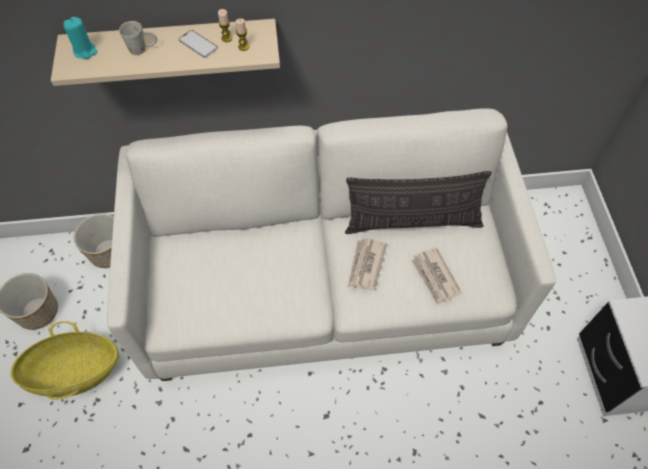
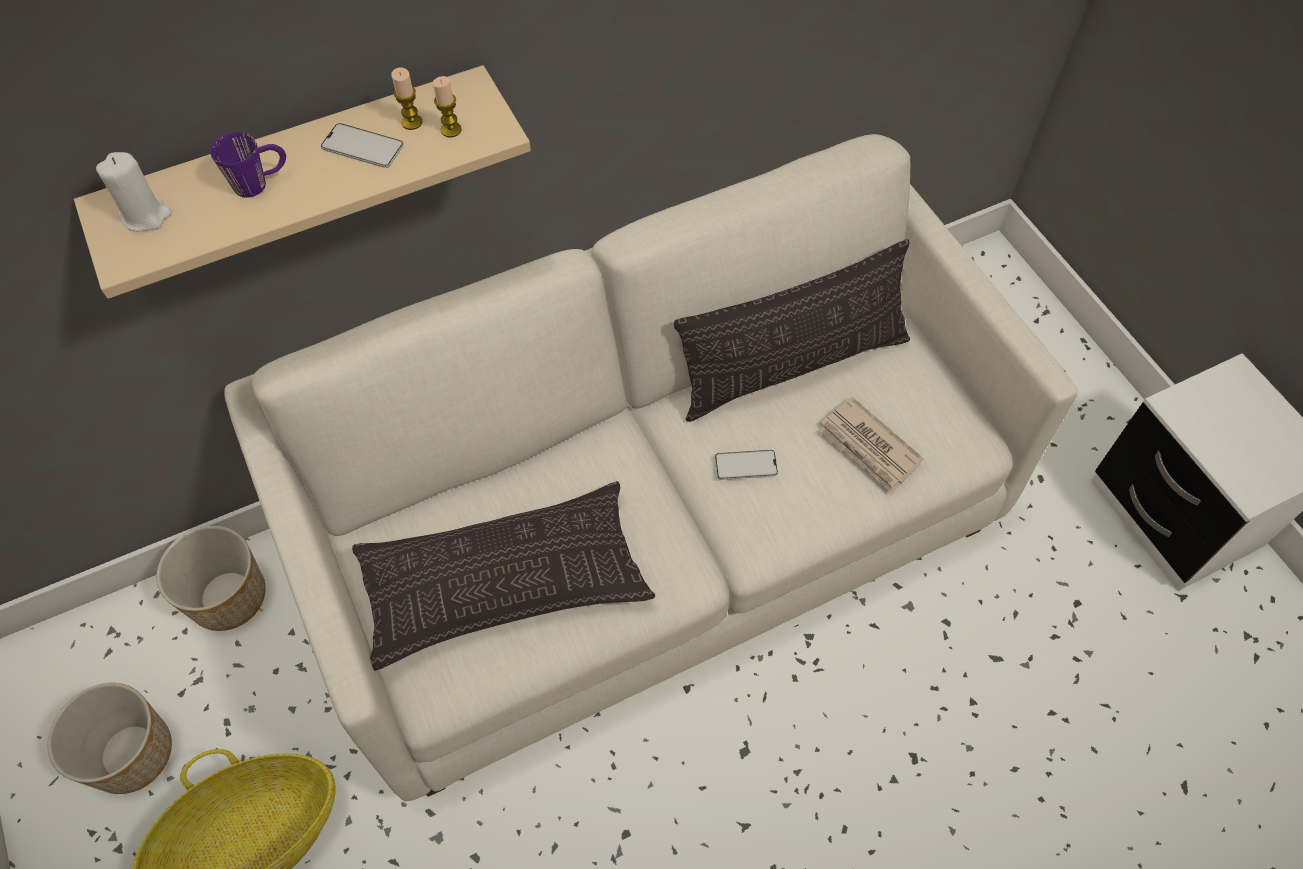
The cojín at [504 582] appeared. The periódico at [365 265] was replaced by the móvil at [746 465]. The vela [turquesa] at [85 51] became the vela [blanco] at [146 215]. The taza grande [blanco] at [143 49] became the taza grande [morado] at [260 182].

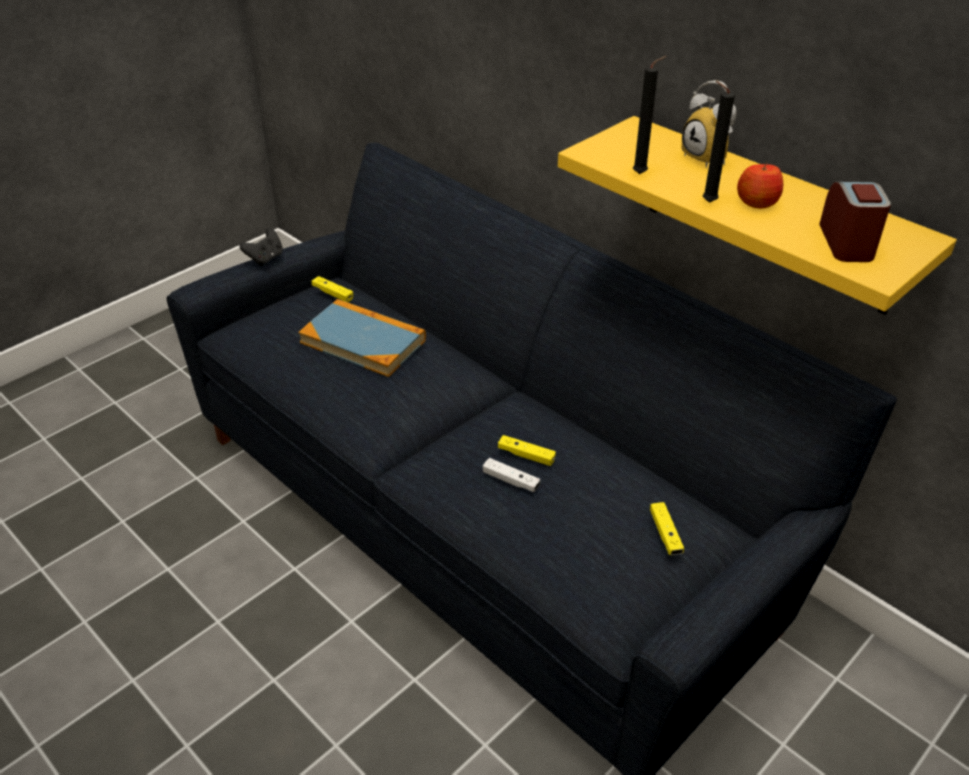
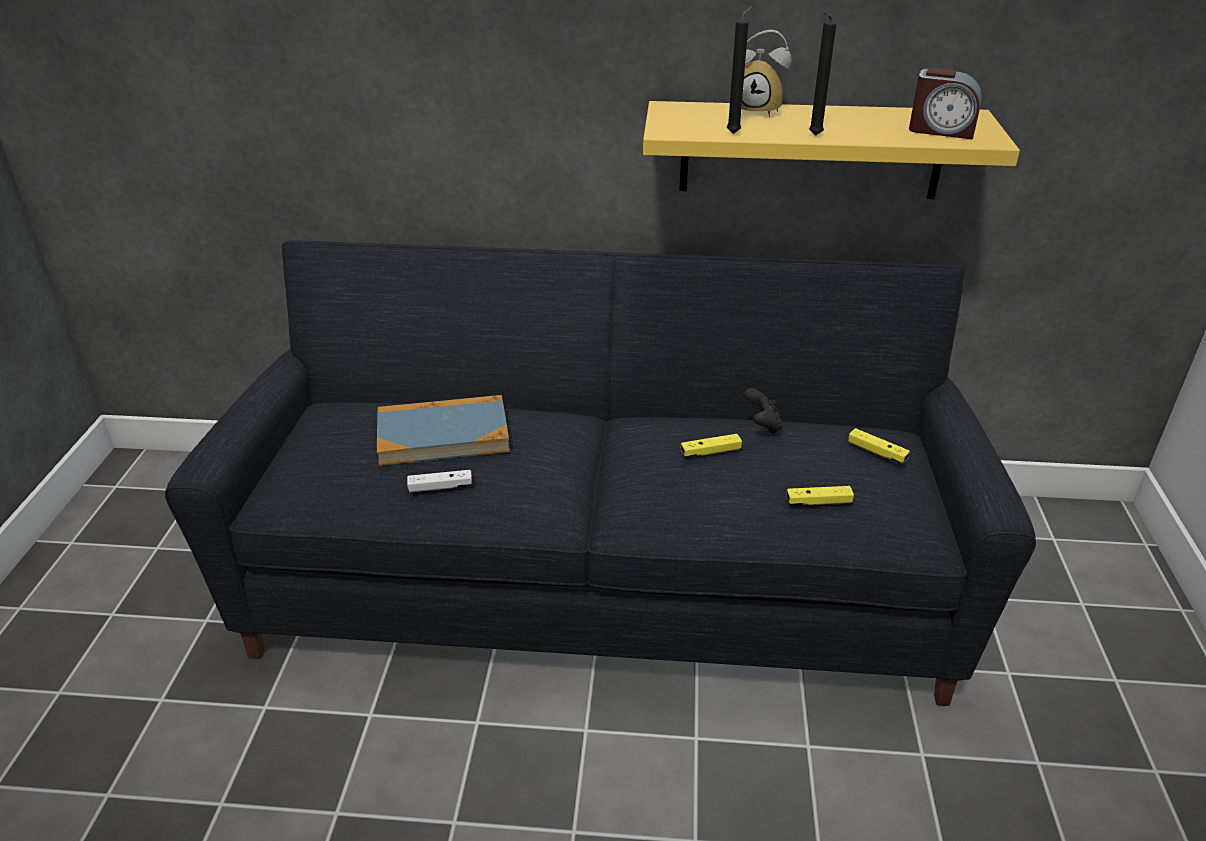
The manzana at [757 202] disappeared. The mando de consola [negro] moved from [265 258] to [762 425]. The mando de consola [amarillo] moved from [333 294] to [818 502]. The mando de consola [blanco] moved from [511 480] to [440 487]. The despertador at [847 243] turned 150 degrees clockwise.

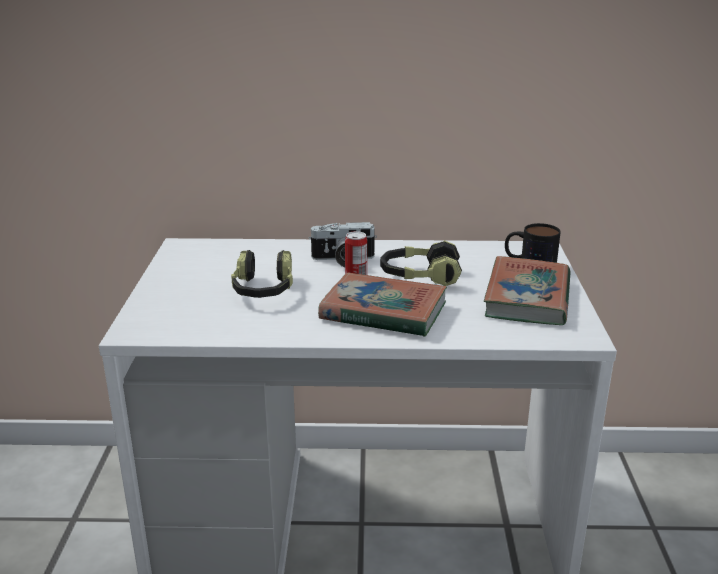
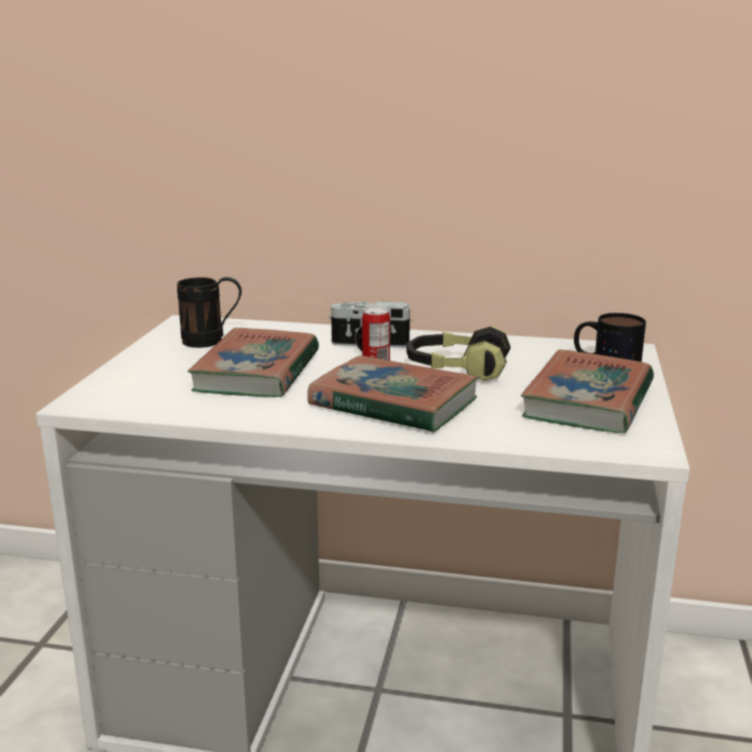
The taza grande [negro] at [212 341] appeared. The auriculares at [263 290] was replaced by the libro at [257 372].

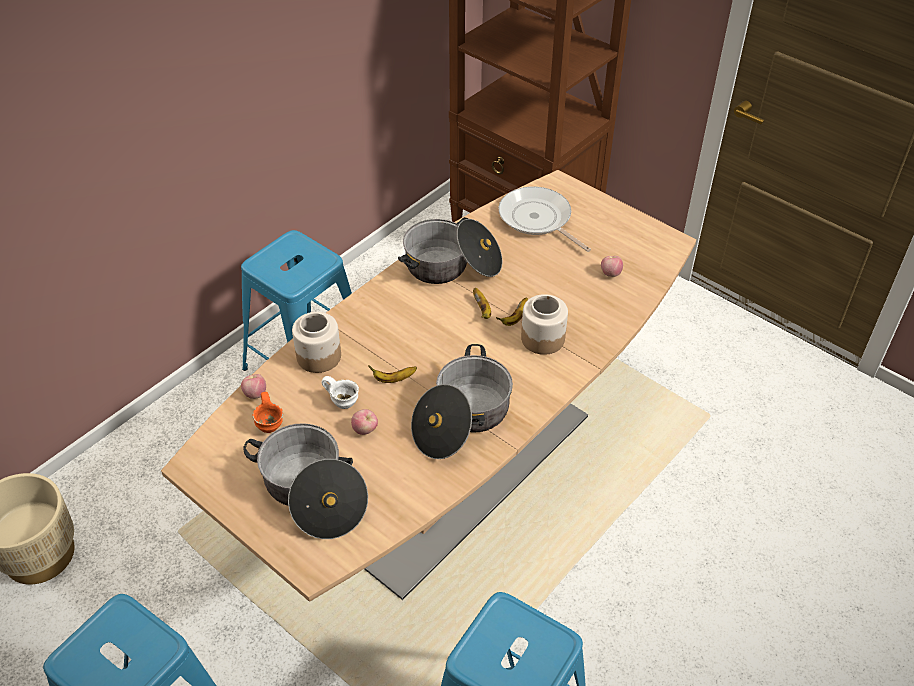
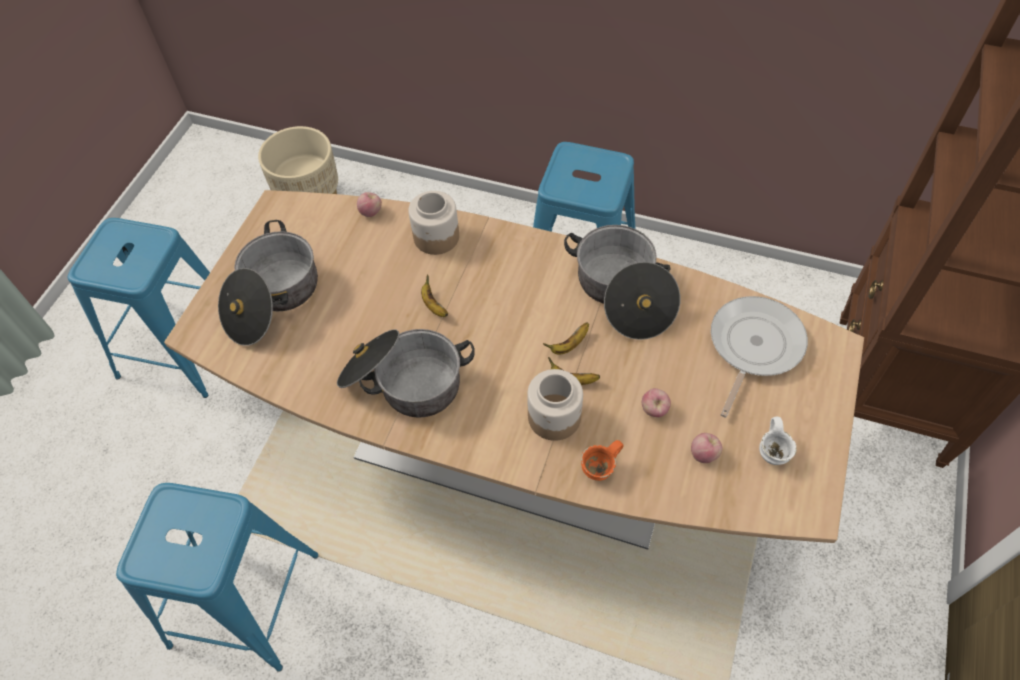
The taza grande [naranja] moved from [271 425] to [601 470]. The taza grande [blanco] moved from [343 401] to [773 452]. The manzana moved from [365 430] to [654 410].

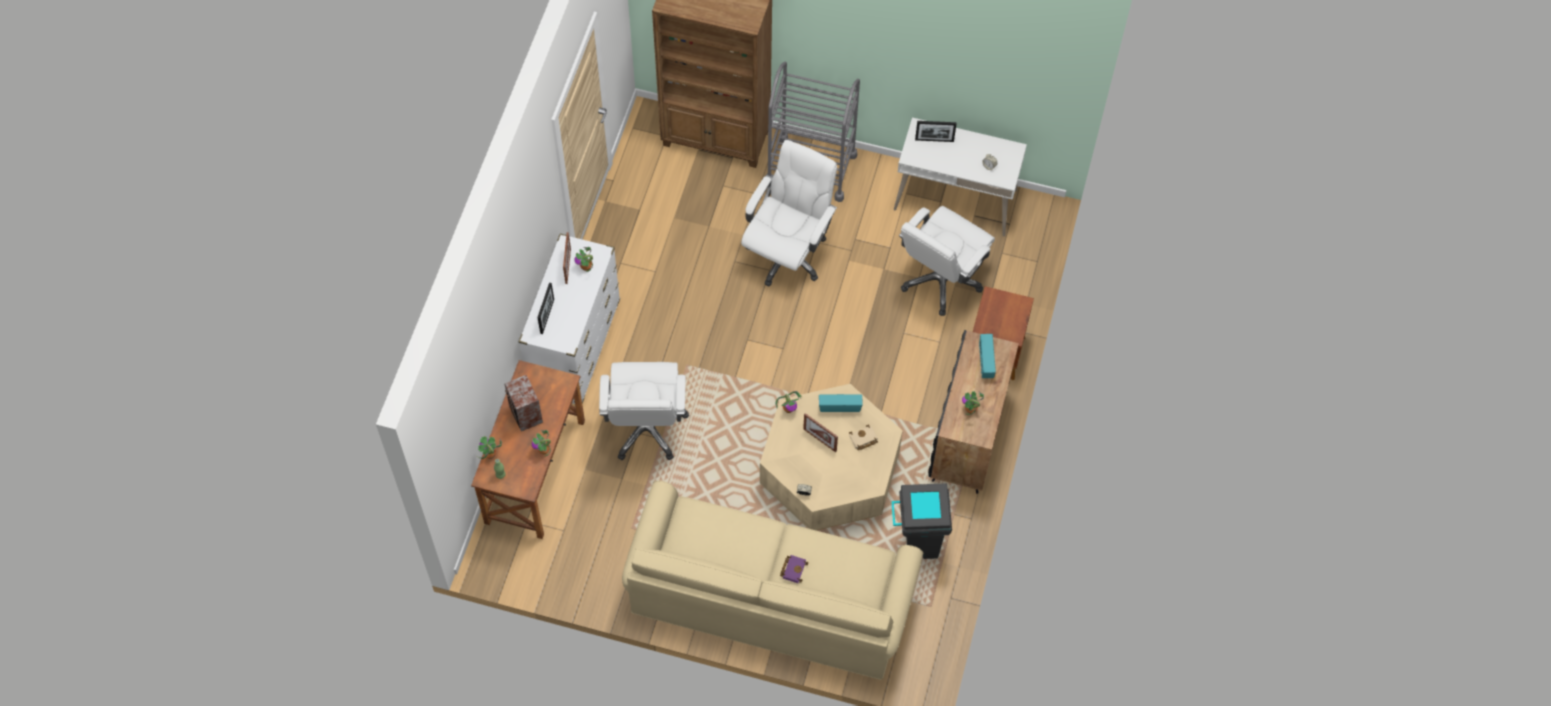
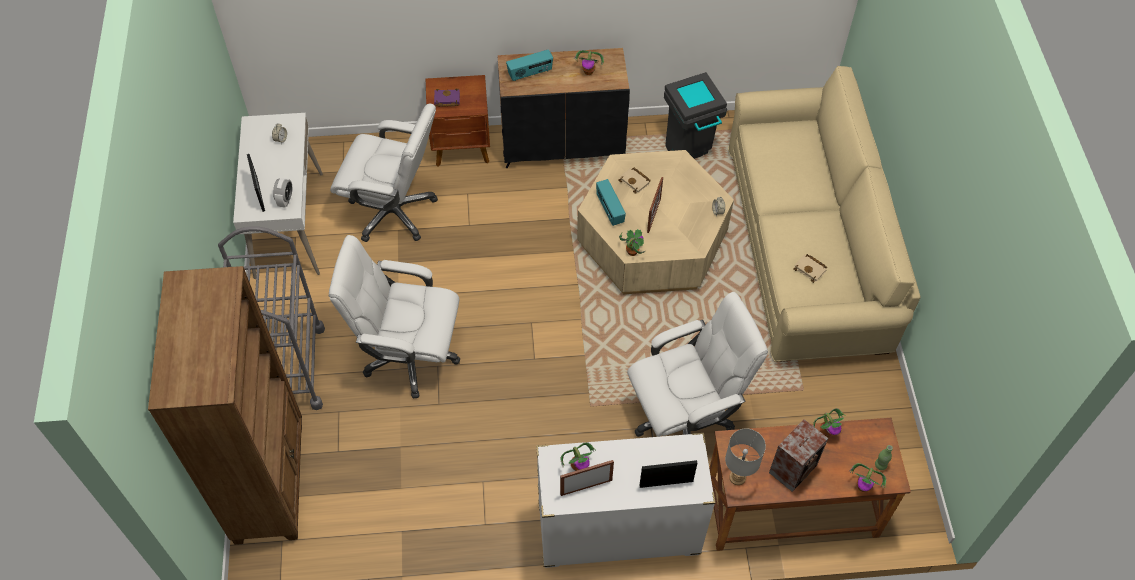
The despertador at [285 200] appeared. The lámpara de mesa [gris] at [737 478] appeared. The libro [beis] at [811 269] appeared. The libro [morado] moved from [793 569] to [446 100].

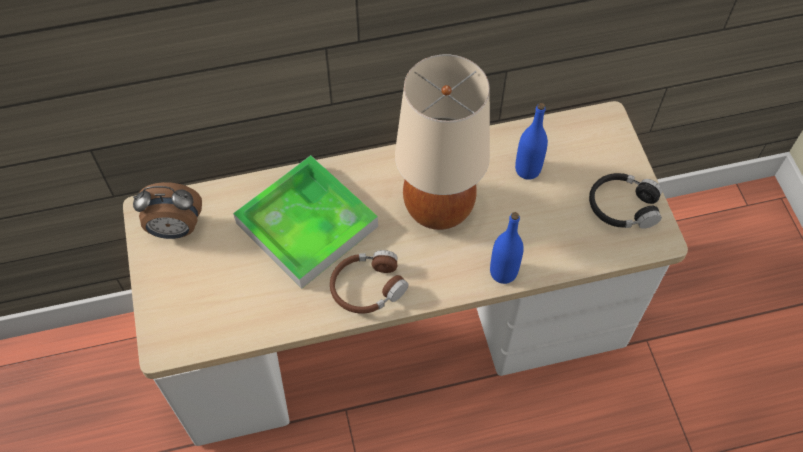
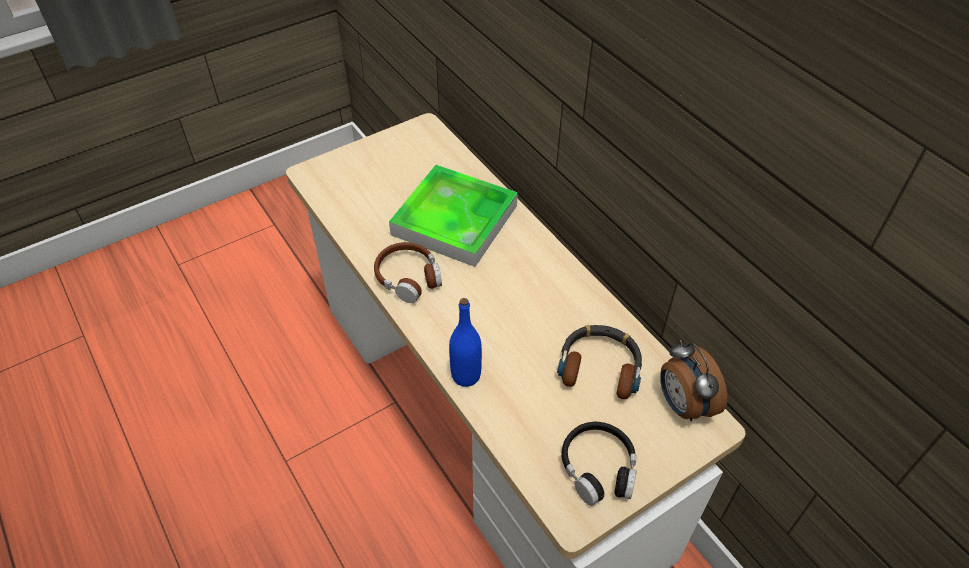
The lámpara de mesa [beis] at [439 209] disappeared. The despertador moved from [175 229] to [683 404]. The botella [azul] at [527 169] was replaced by the auriculares at [600 366].

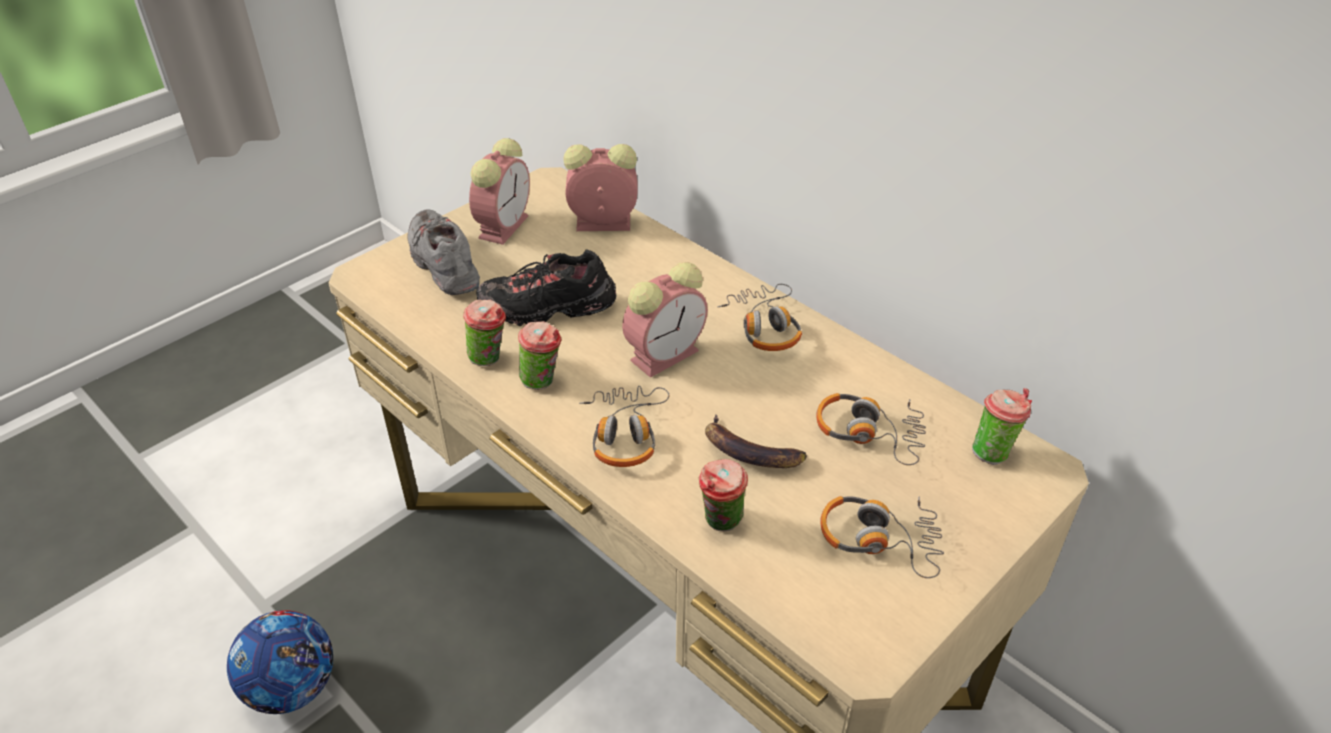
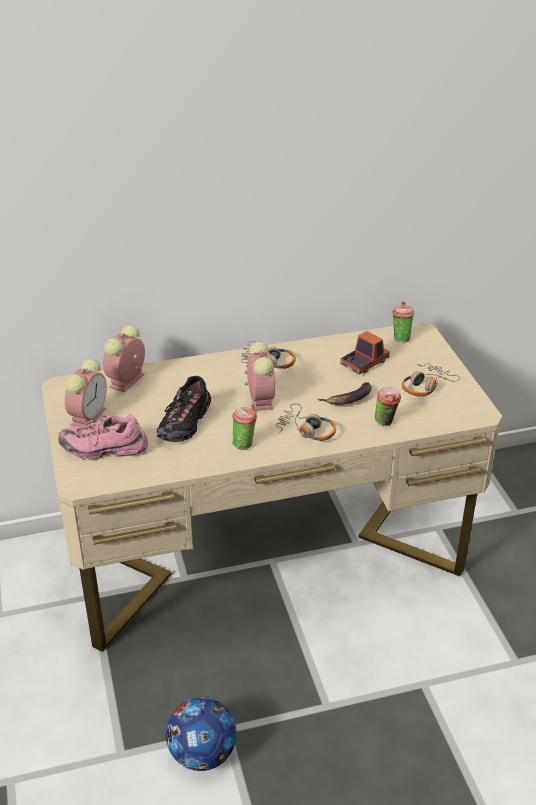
The taza at [490 359] disappeared. The auriculares at [869 433] was replaced by the camión de juguete at [364 363]. The zapato [gris] at [444 265] became the zapato [rosa] at [104 449]. The despertador at [504 225] turned 60 degrees clockwise.

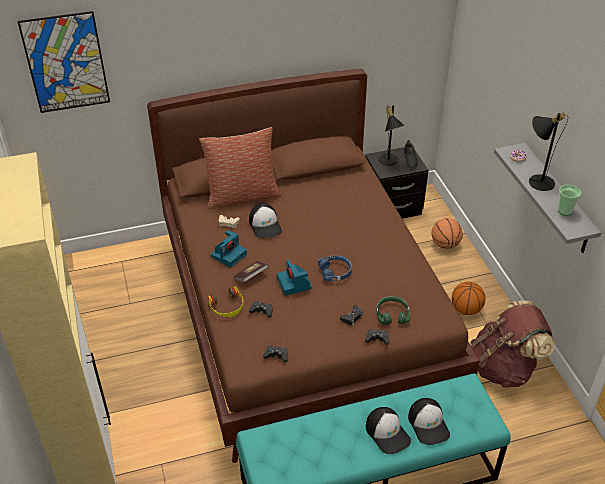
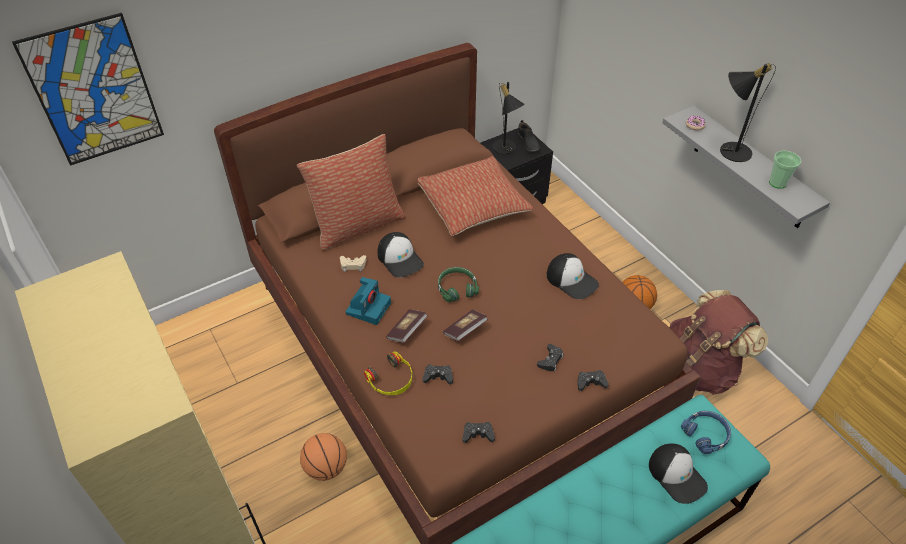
The cojín at [473 205] appeared. The auriculares [azul] moved from [335 271] to [706 434]. The gorra moved from [387 433] to [572 280]. The auriculares [verde] moved from [392 314] to [456 287]. The balón de baloncesto moved from [445 244] to [326 468]. The cámara at [294 284] was replaced by the libro at [465 330].

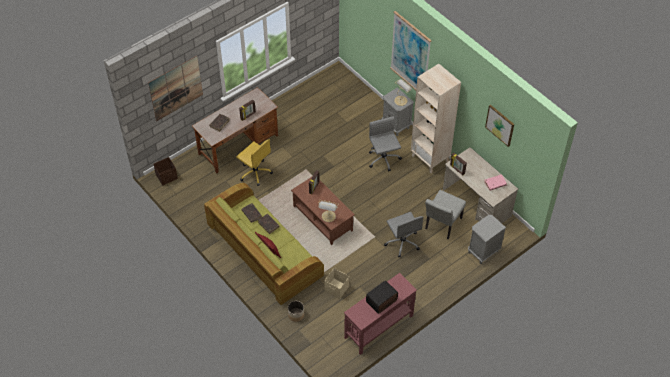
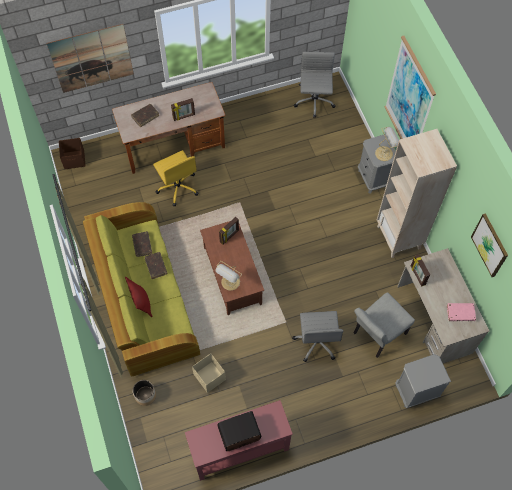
The silla de oficina [gris] moved from [383 160] to [314 102].

